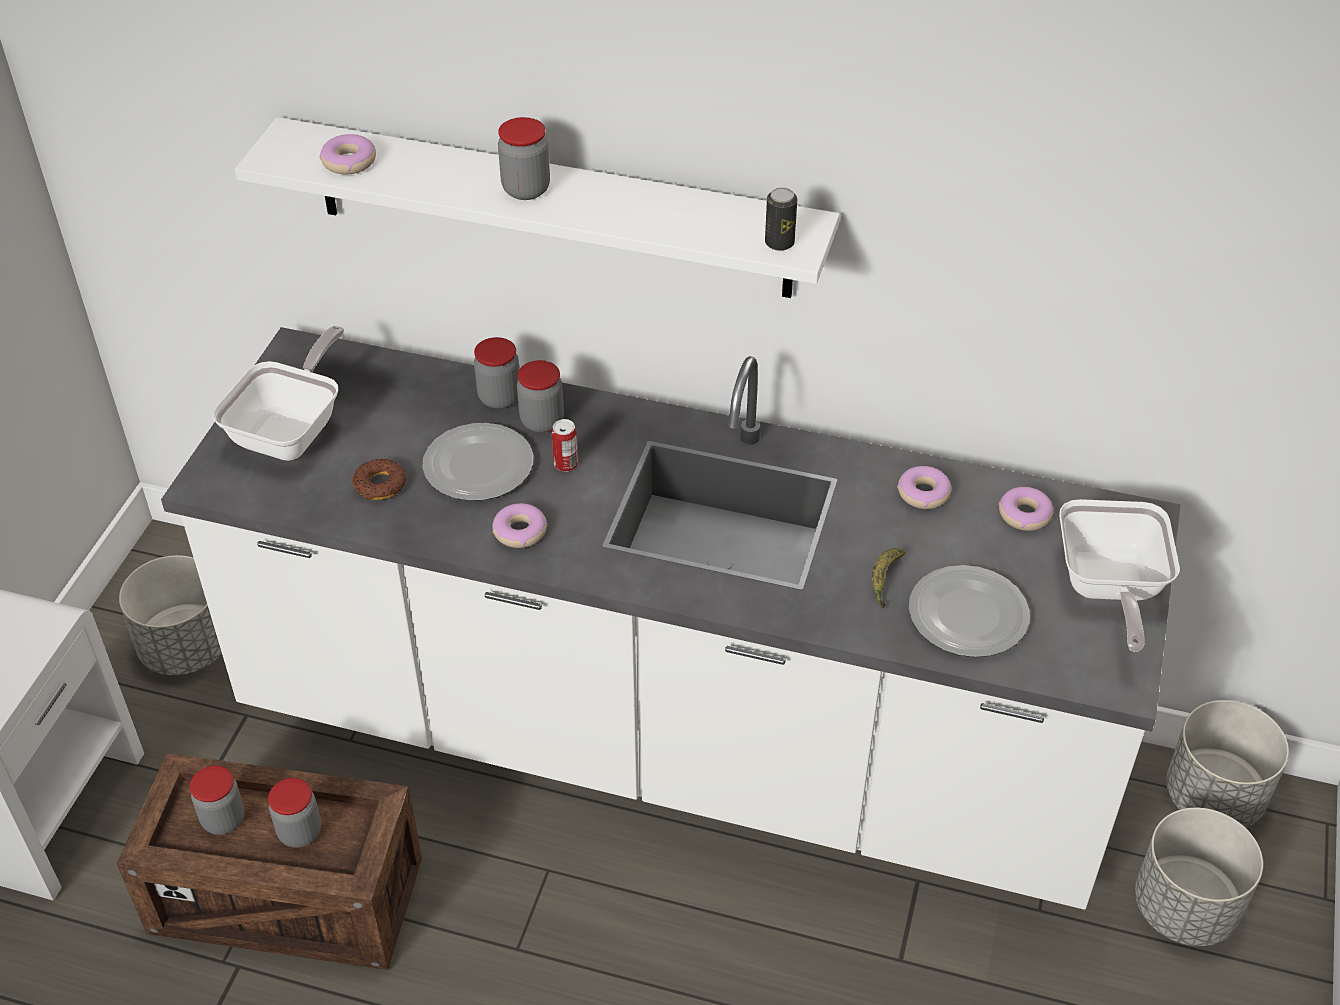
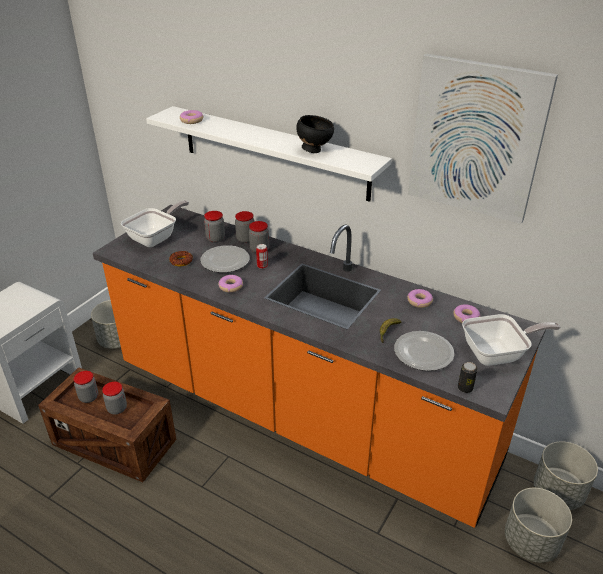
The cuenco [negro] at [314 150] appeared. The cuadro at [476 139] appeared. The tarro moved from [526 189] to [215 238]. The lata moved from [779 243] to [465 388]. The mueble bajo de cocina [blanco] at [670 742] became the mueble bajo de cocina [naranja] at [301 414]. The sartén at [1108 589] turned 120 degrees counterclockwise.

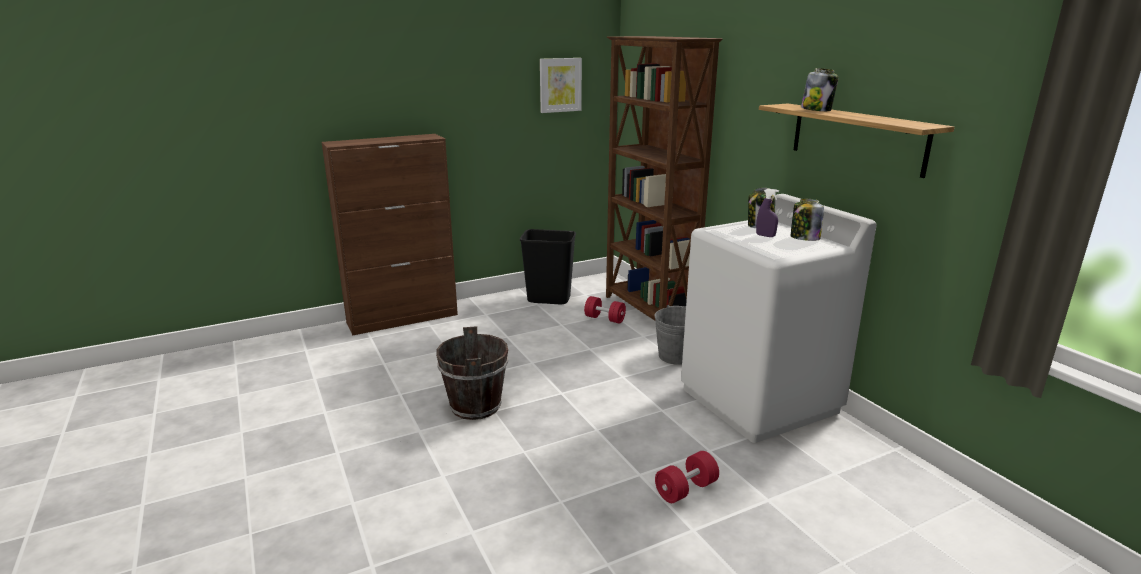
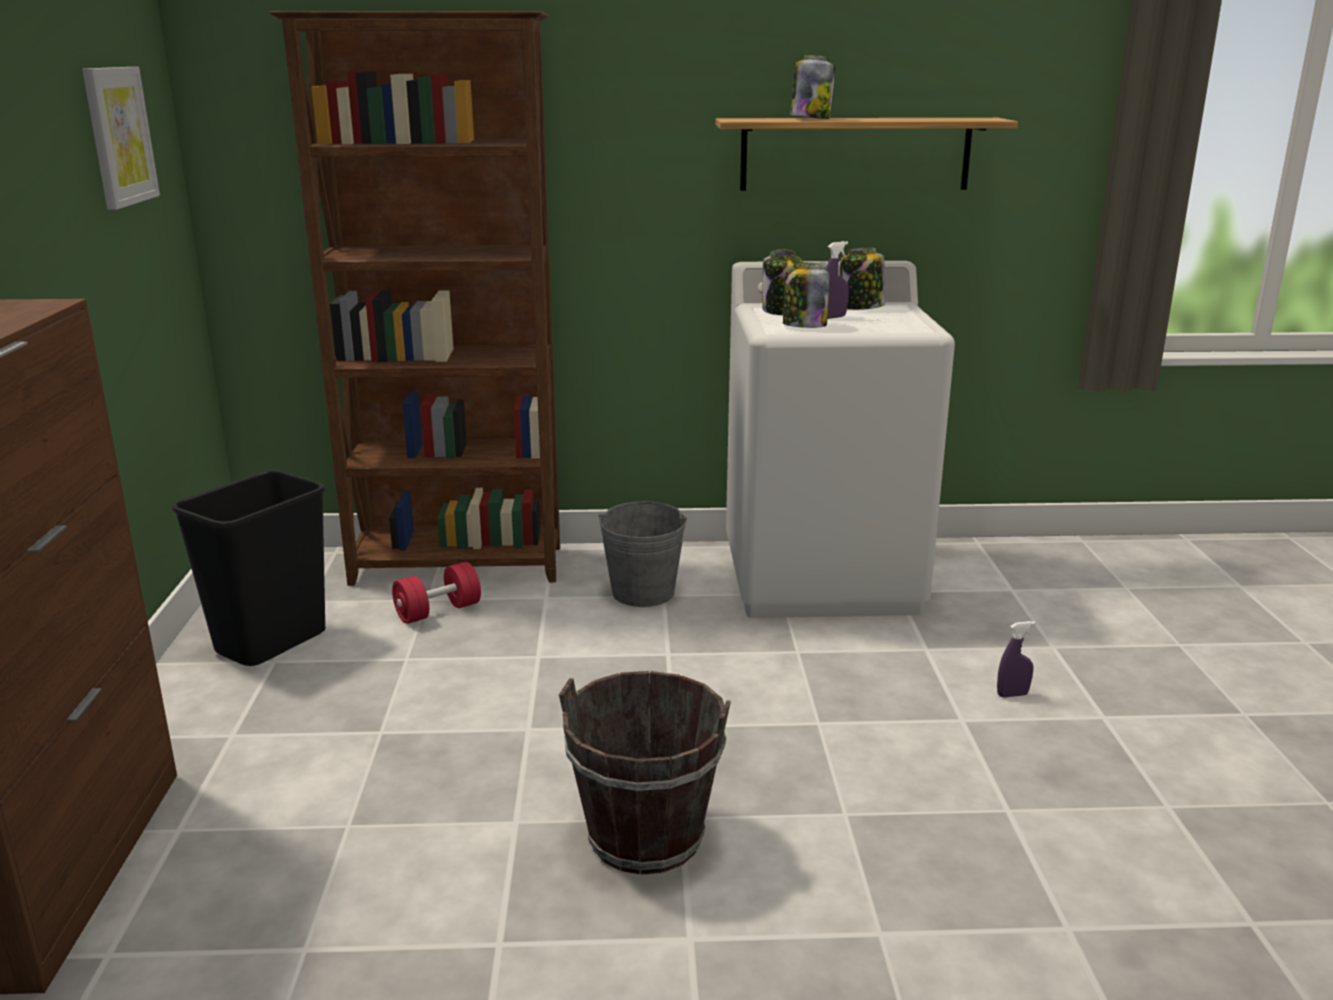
The tarro at [803 326] appeared. The mancuerna [rojo] at [686 489] was replaced by the pulverizador [morado] at [1012 695].

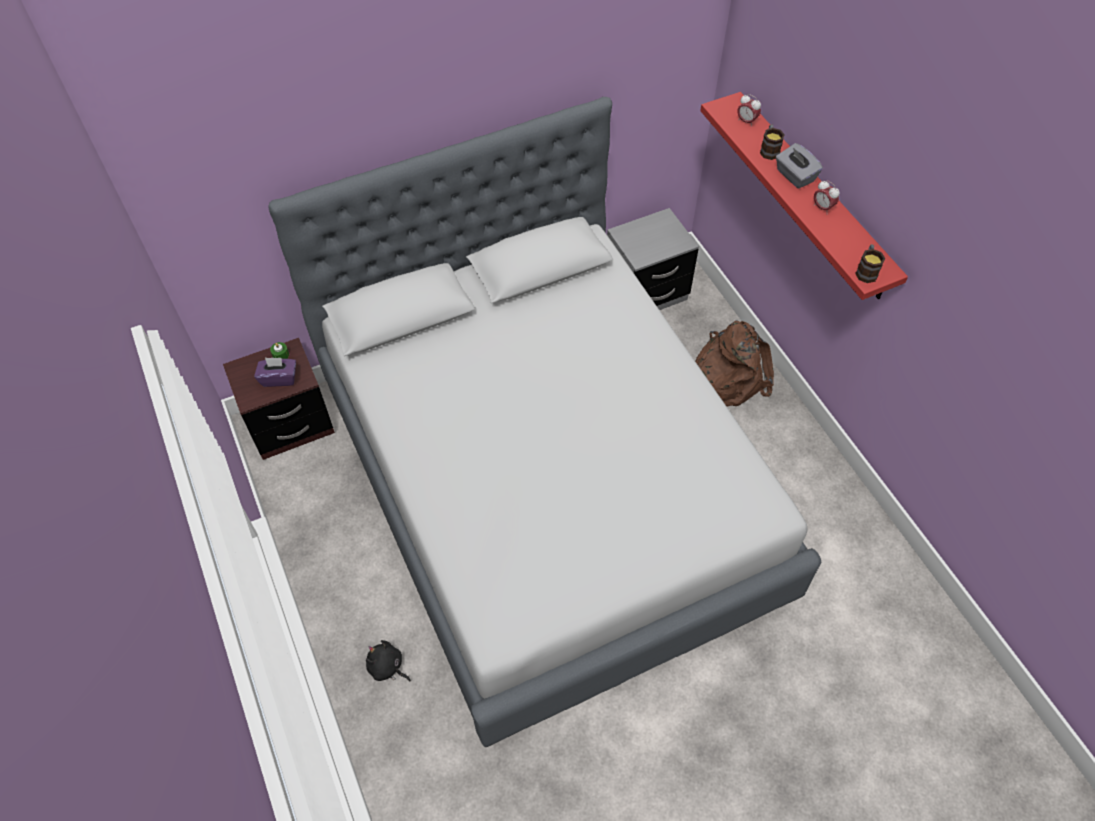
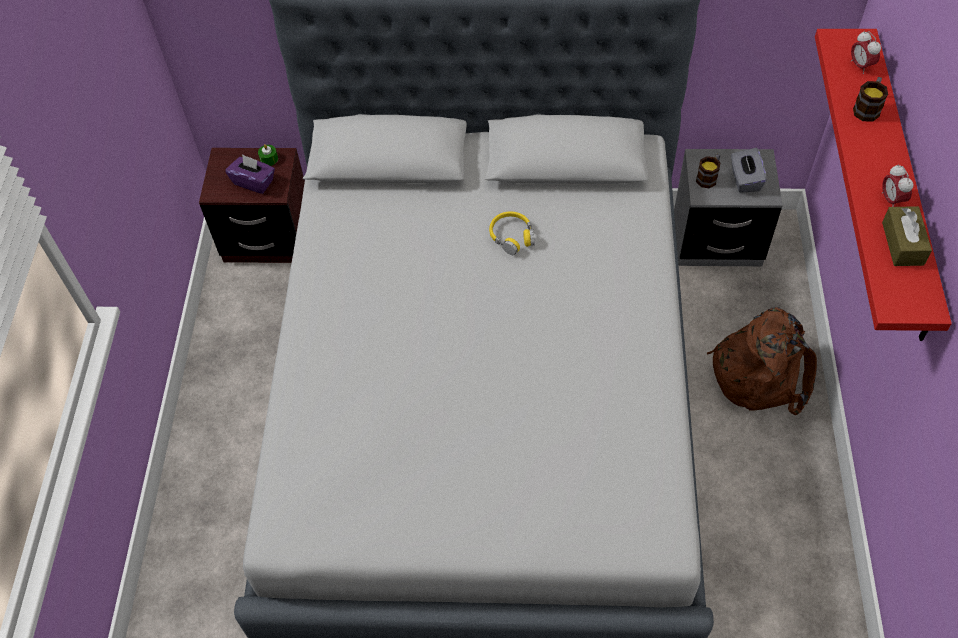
The peluche [negro] at [387 667] disappeared. The auriculares [amarillo] at [512 236] appeared. The caja de pañuelos [marrón] at [902 243] appeared. The caja de pañuelos [gris] moved from [794 176] to [744 179]. The taza grande moved from [866 270] to [708 177].

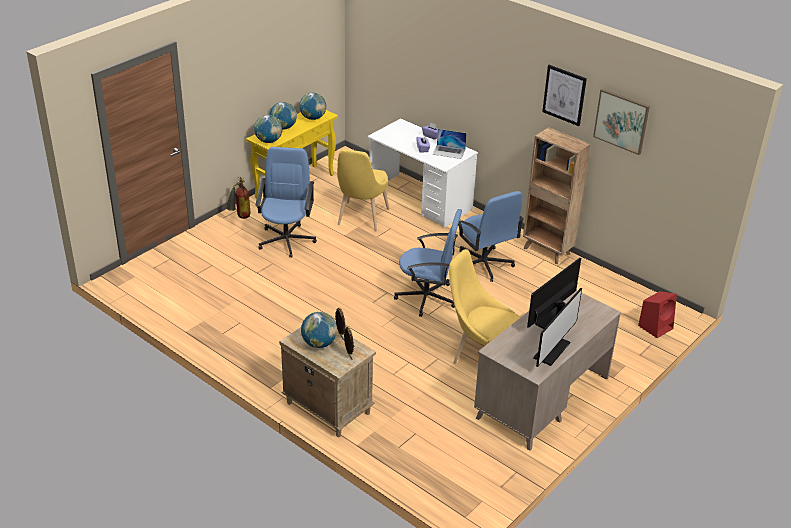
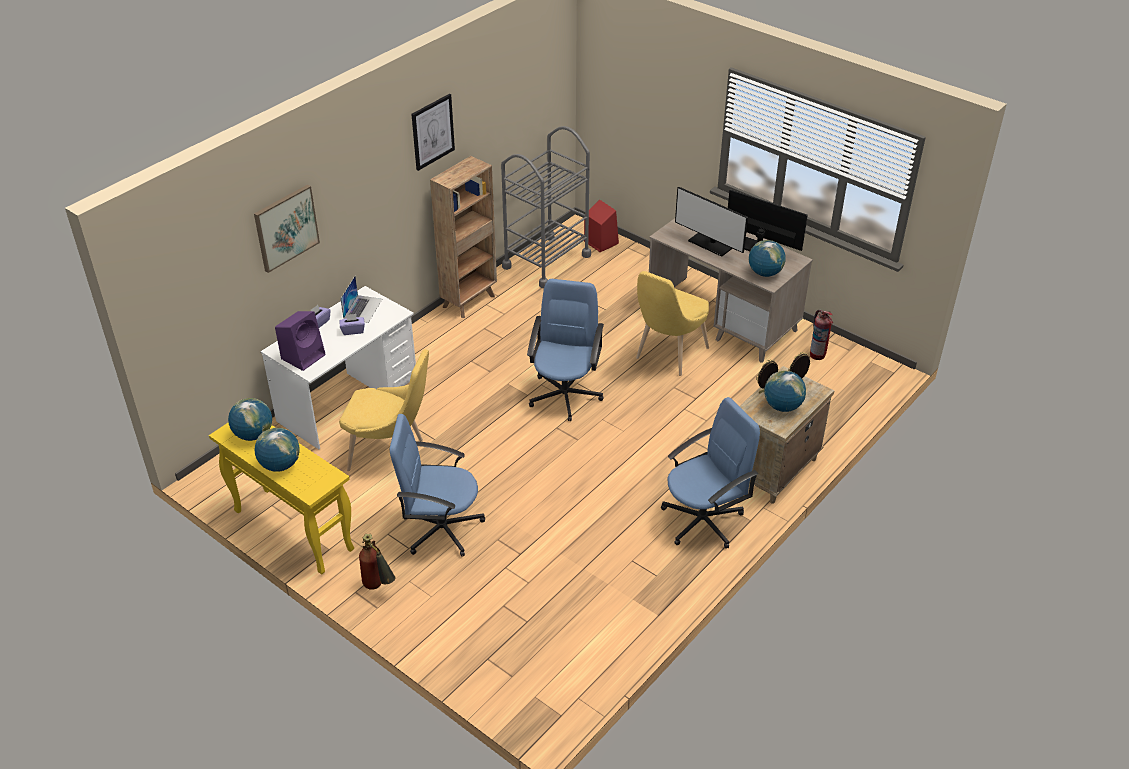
The altavoz [morado] at [304 356] appeared. The carrito [gris] at [546 261] appeared. The extintor at [817 354] appeared. The globo terráqueo moved from [268 141] to [765 273]. The silla de oficina [azul] moved from [483 265] to [703 520]. The cuadro moved from [621 121] to [286 227].

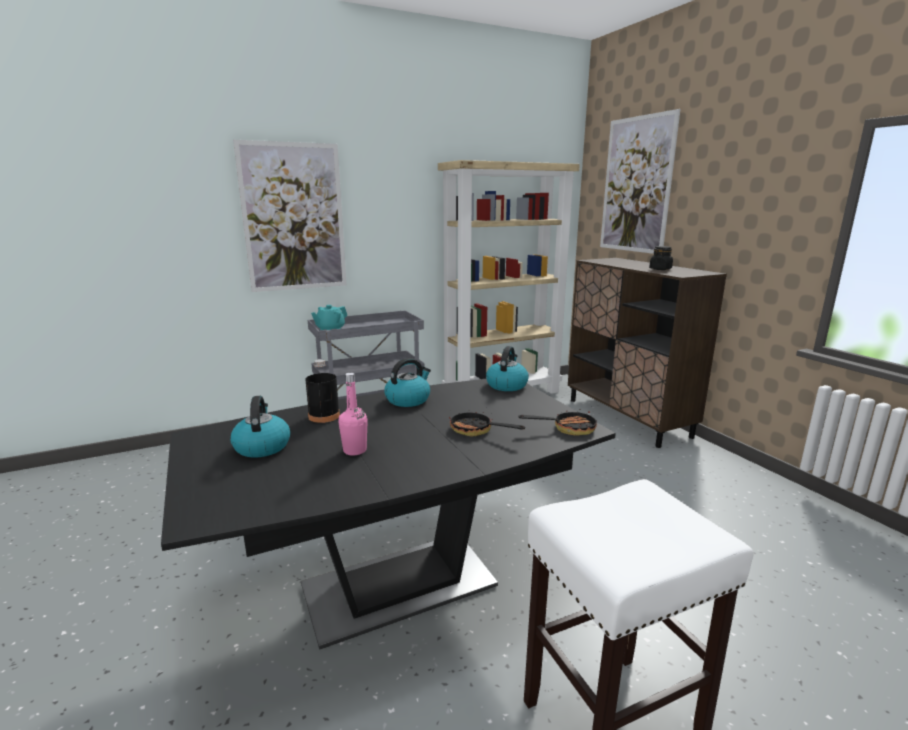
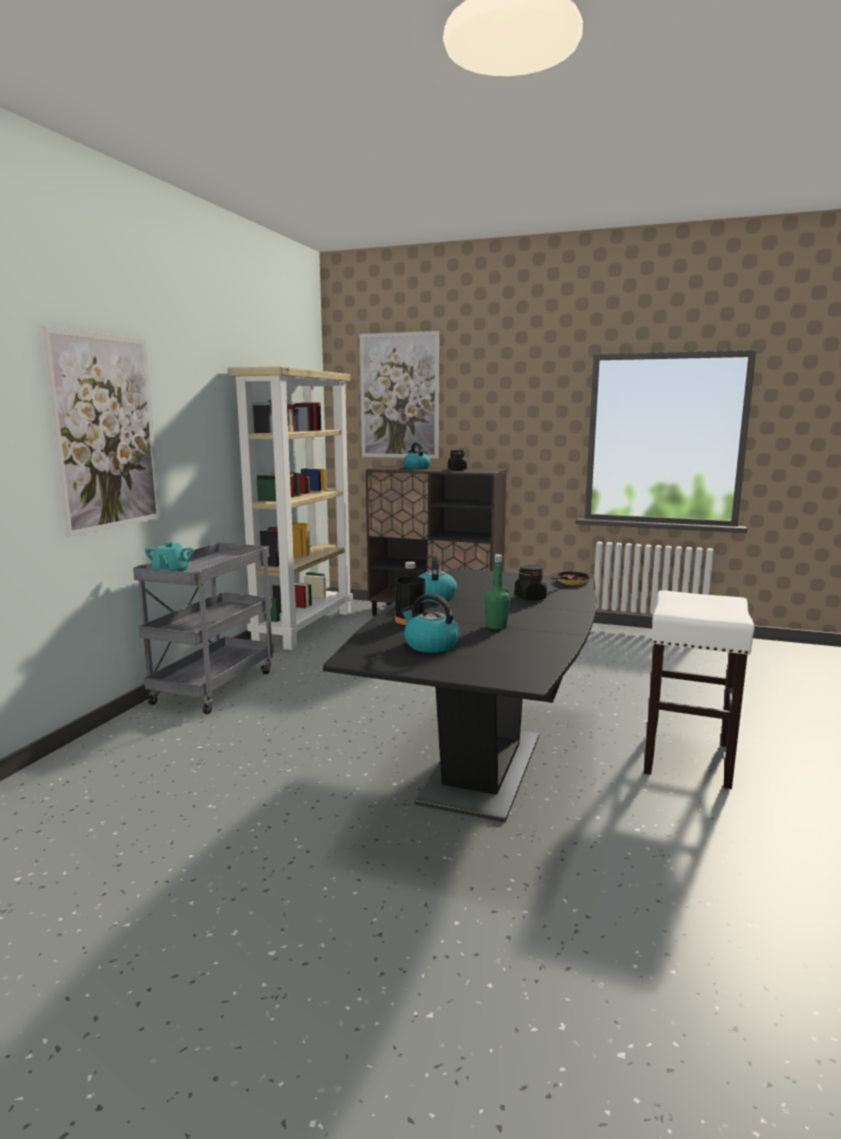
The hervidor moved from [506 385] to [416 468]. The sartén at [476 431] was replaced by the tarro [negro] at [530 597]. The botella [rosa] at [355 450] became the botella [verde] at [496 626].

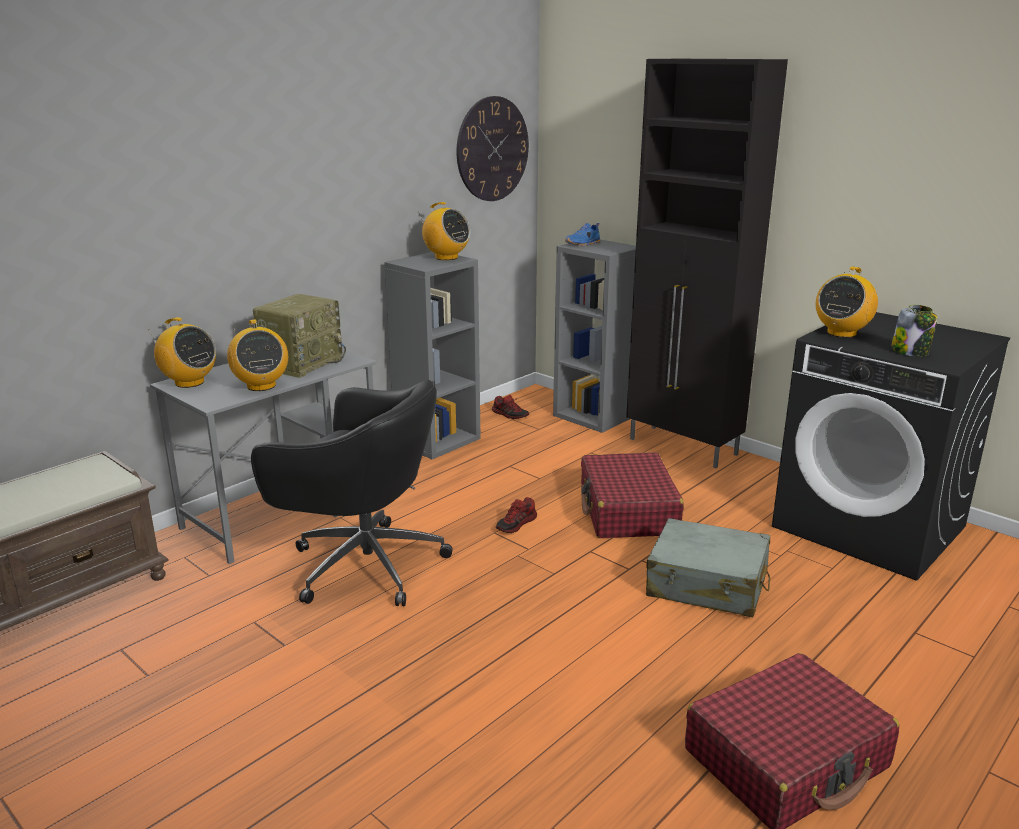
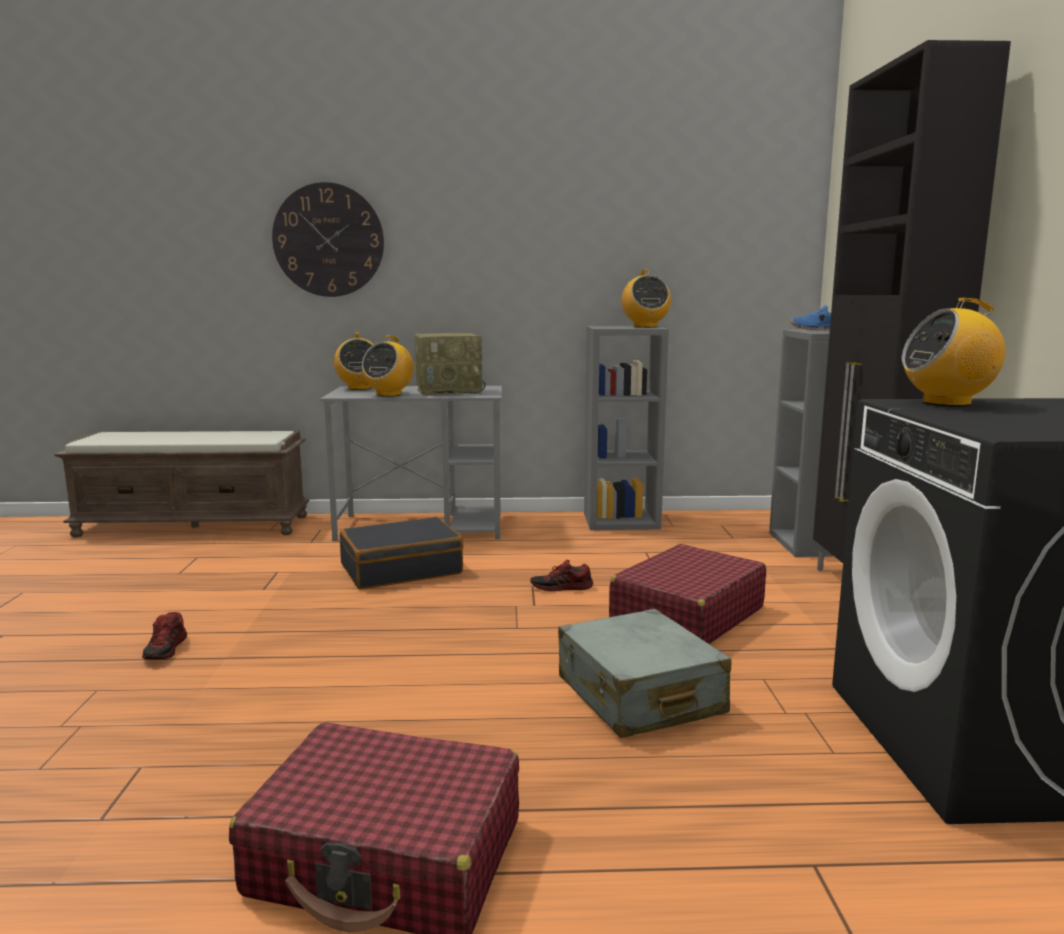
The tarro at [910 352] disappeared. The reloj de pared moved from [492 149] to [328 240]. The zapato moved from [510 415] to [166 649]. The silla de oficina [negro] at [363 564] was replaced by the maleta [negro] at [401 569].

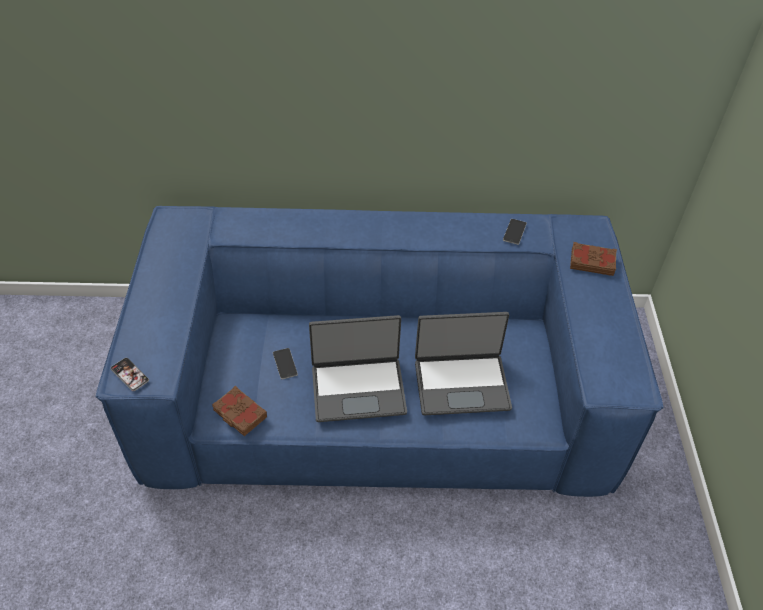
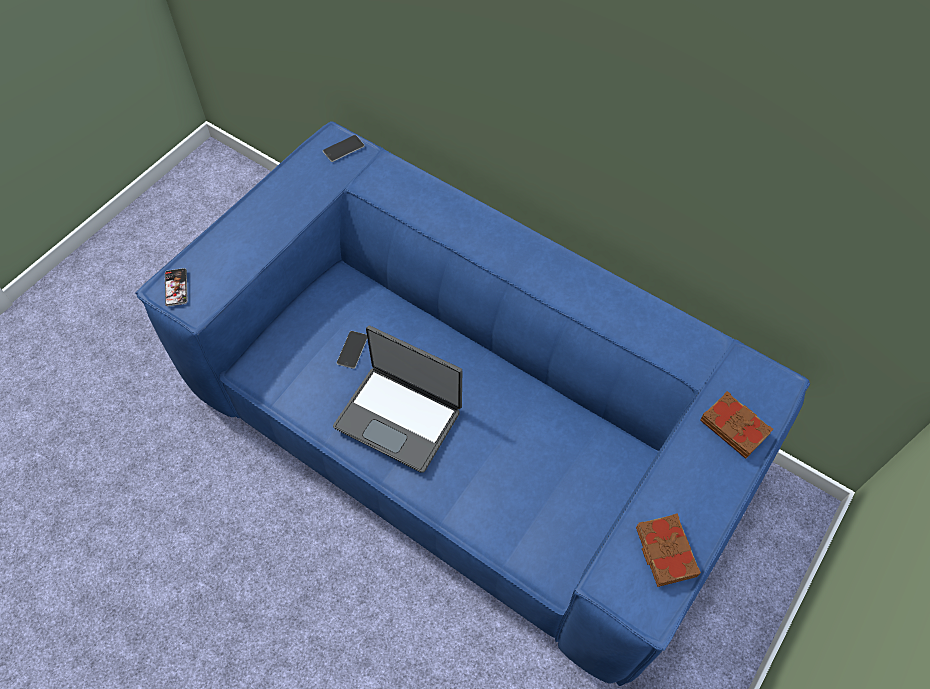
The portátil at [461 383] disappeared. The libro [marrón] moved from [239 414] to [664 552]. The móvil moved from [514 231] to [343 148].

